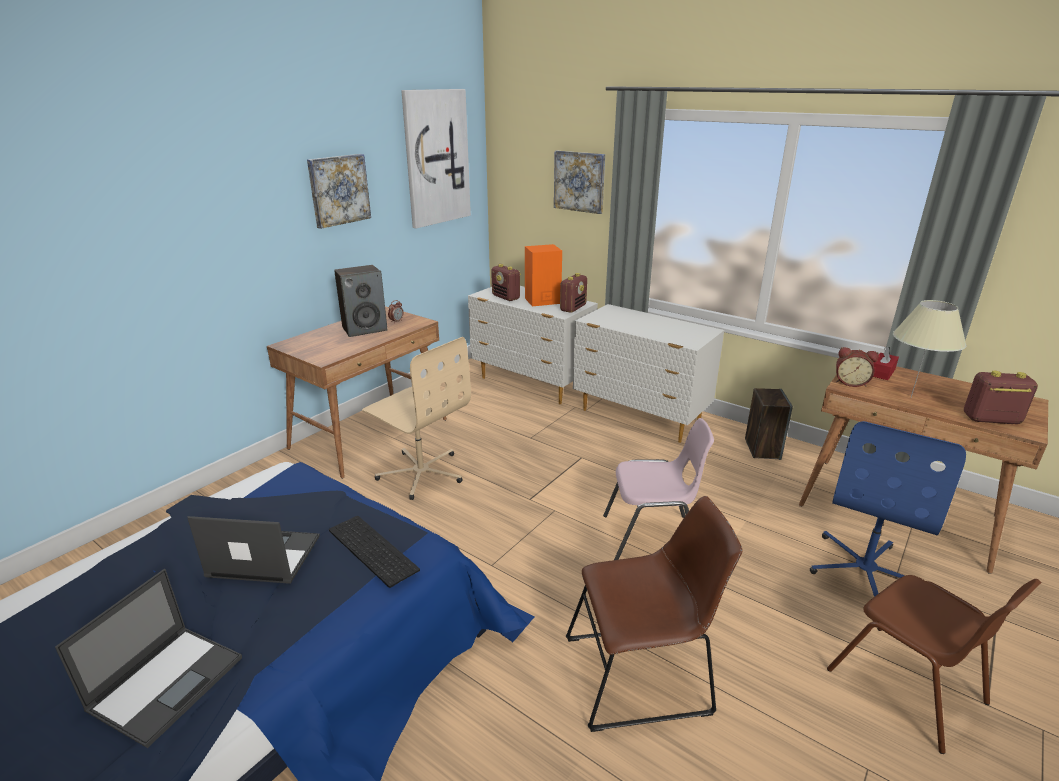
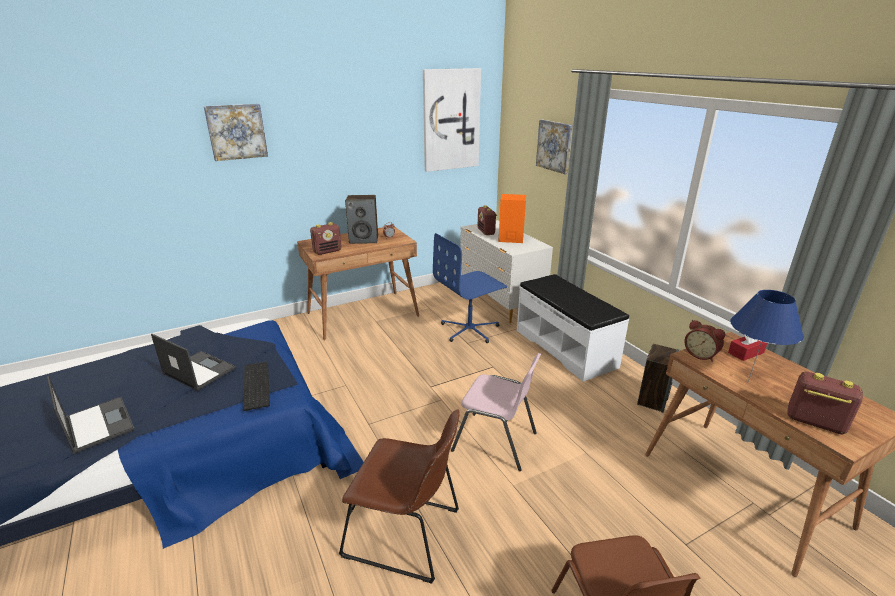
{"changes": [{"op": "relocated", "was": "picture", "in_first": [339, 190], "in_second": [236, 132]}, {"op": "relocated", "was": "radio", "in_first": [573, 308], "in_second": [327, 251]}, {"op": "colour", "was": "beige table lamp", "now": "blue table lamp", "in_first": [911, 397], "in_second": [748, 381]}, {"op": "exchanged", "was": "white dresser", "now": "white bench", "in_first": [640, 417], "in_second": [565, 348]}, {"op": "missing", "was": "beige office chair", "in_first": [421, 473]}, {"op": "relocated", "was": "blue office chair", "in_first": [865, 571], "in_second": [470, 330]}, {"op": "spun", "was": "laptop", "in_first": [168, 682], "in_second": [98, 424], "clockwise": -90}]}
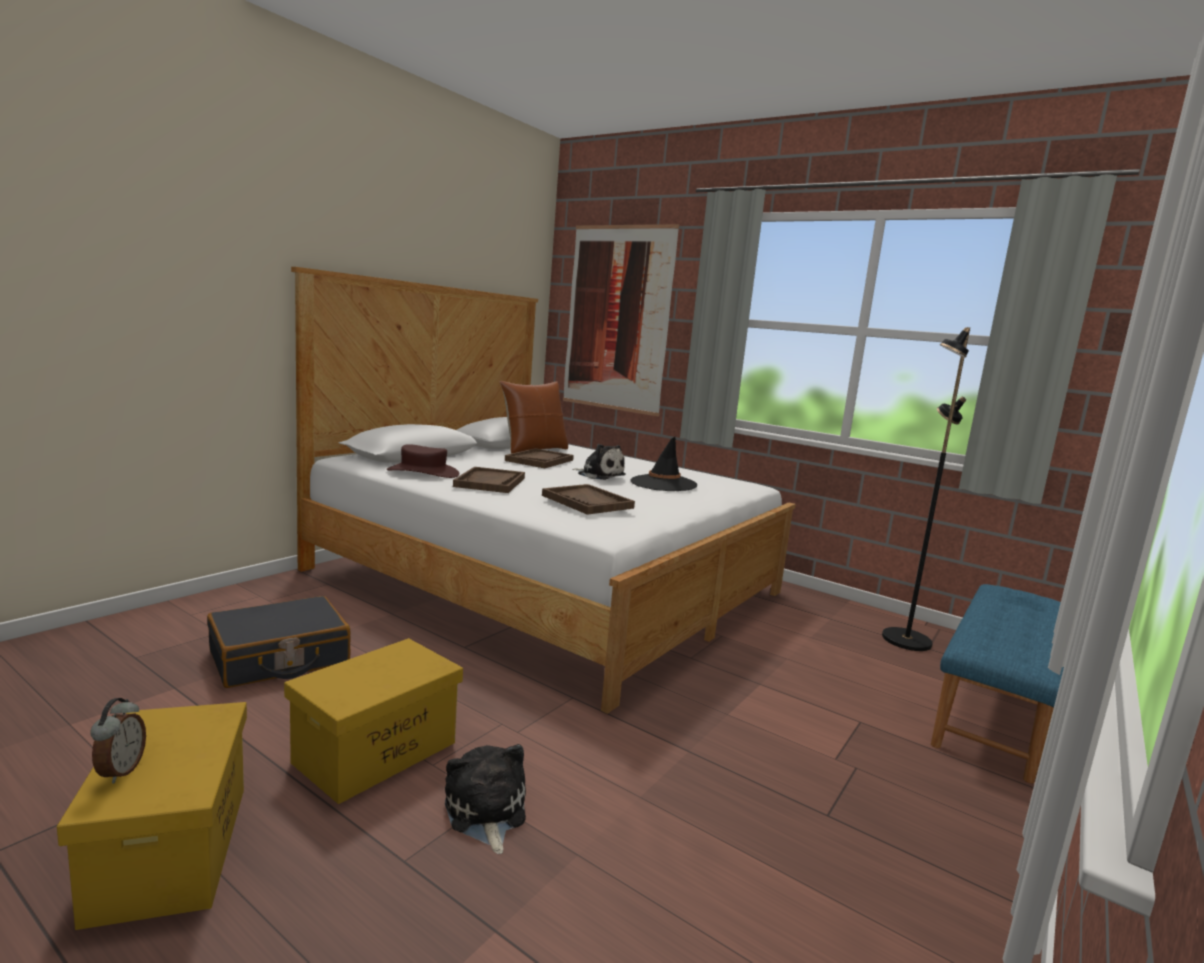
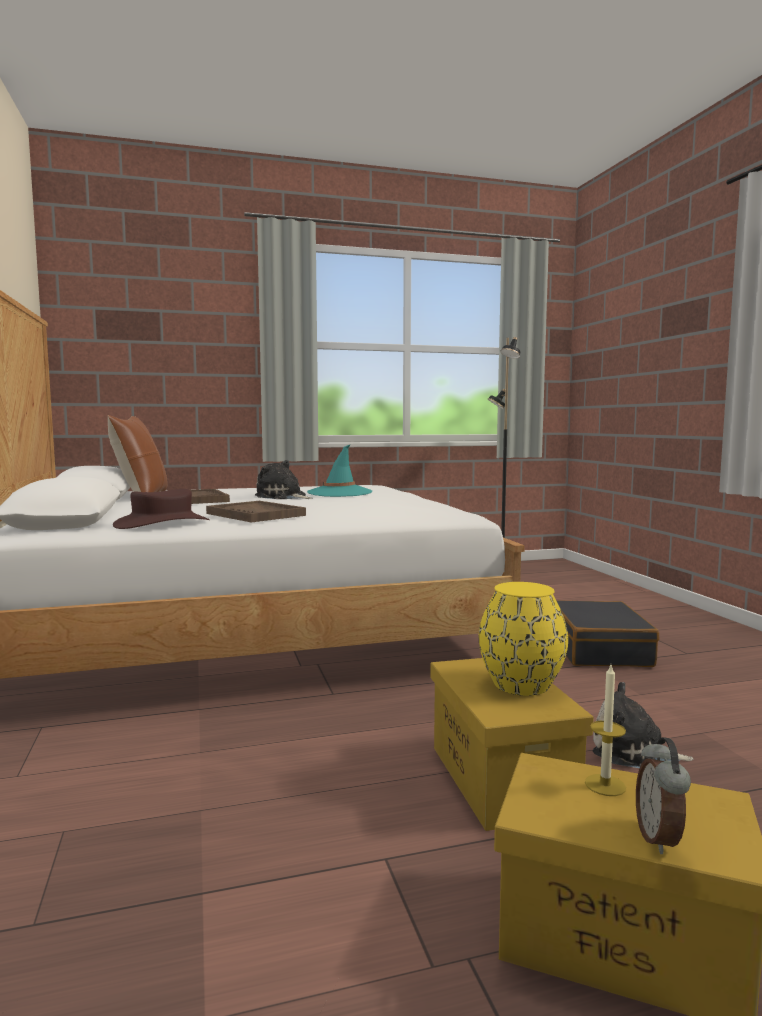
{"changes": [{"op": "missing", "was": "picture", "in_first": [617, 319]}, {"op": "colour", "was": "black hat", "now": "turquoise hat", "in_first": [663, 484], "in_second": [339, 493]}, {"op": "spun", "was": "plush toy", "in_first": [599, 475], "in_second": [283, 497], "clockwise": -135}, {"op": "missing", "was": "brown tray", "in_first": [587, 502]}, {"op": "missing", "was": "blue bench", "in_first": [997, 710]}, {"op": "relocated", "was": "black suitcase", "in_first": [279, 658], "in_second": [599, 649]}, {"op": "spun", "was": "alarm clock", "in_first": [119, 771], "in_second": [660, 838], "clockwise": -120}, {"op": "appeared", "now": "yellow vase", "in_second": [521, 685]}, {"op": "appeared", "now": "candle", "in_second": [605, 785]}]}
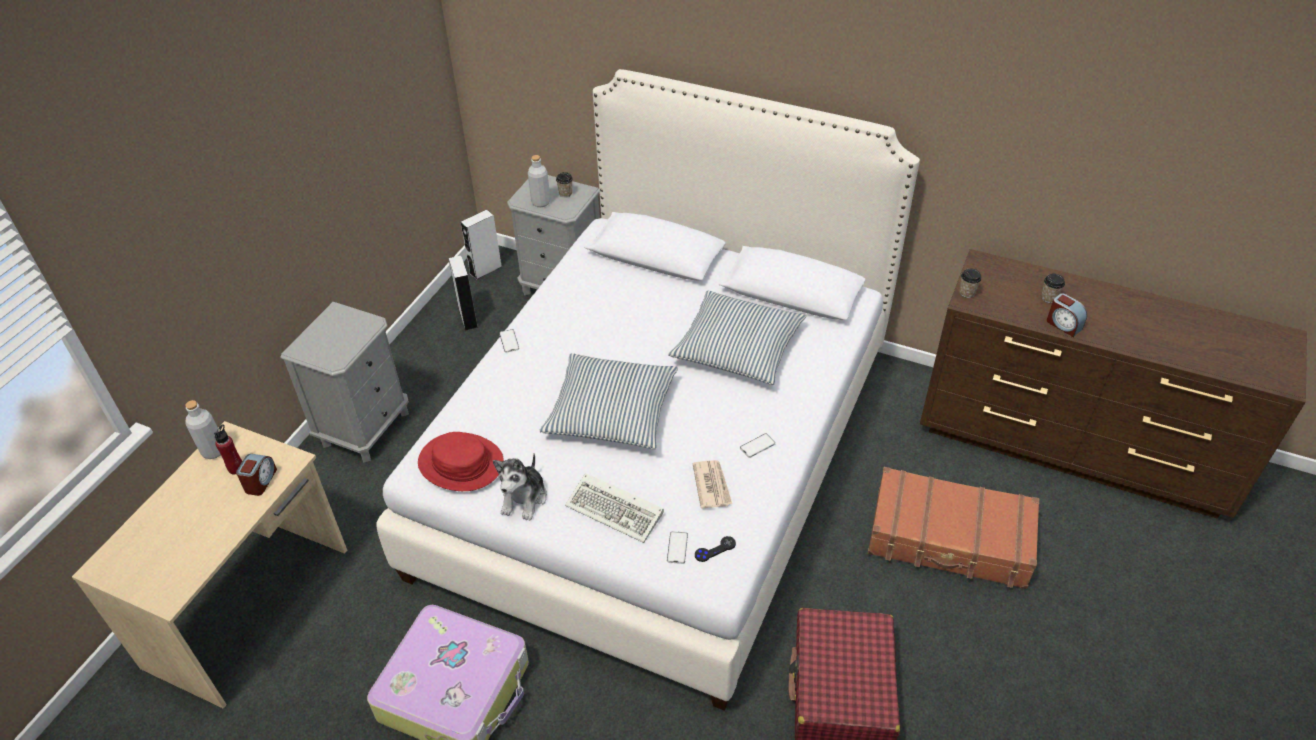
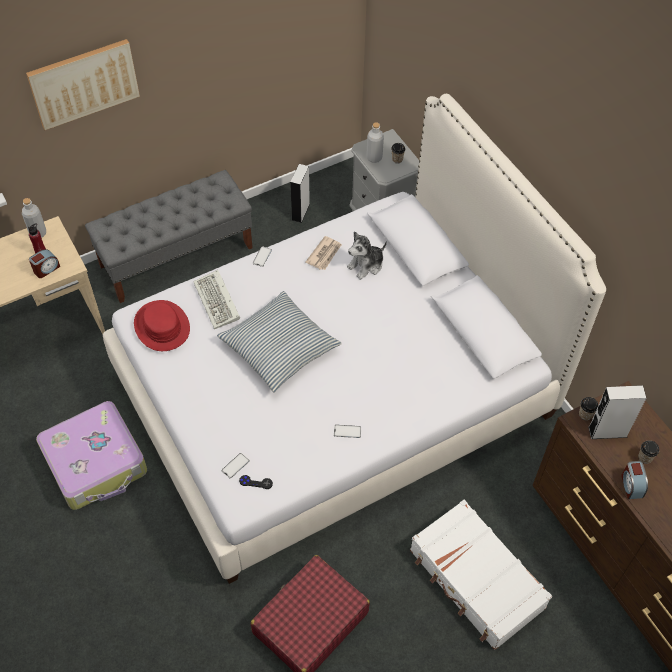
{"changes": [{"op": "relocated", "was": "grey speaker", "in_first": [485, 270], "in_second": [607, 432]}, {"op": "missing", "was": "pillow", "in_first": [737, 347]}, {"op": "exchanged", "was": "grey nightstand", "now": "grey bench", "in_first": [365, 428], "in_second": [177, 256]}, {"op": "relocated", "was": "plush toy", "in_first": [524, 498], "in_second": [366, 265]}, {"op": "relocated", "was": "newspaper", "in_first": [712, 485], "in_second": [324, 254]}, {"op": "colour", "was": "brown suitcase", "now": "white suitcase", "in_first": [949, 540], "in_second": [476, 580]}, {"op": "relocated", "was": "keyboard", "in_first": [617, 510], "in_second": [218, 302]}, {"op": "appeared", "now": "picture", "in_second": [84, 83]}]}
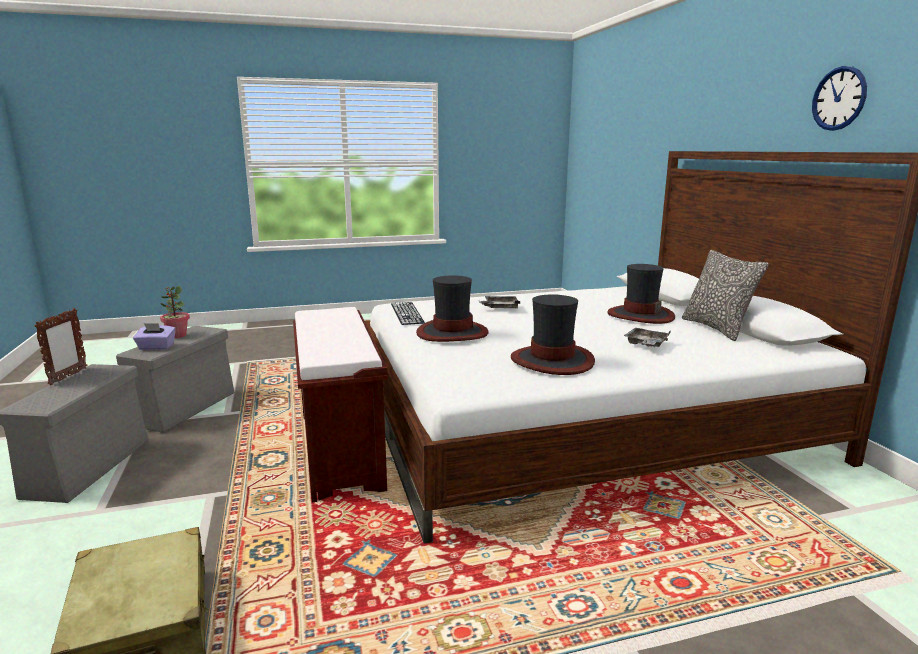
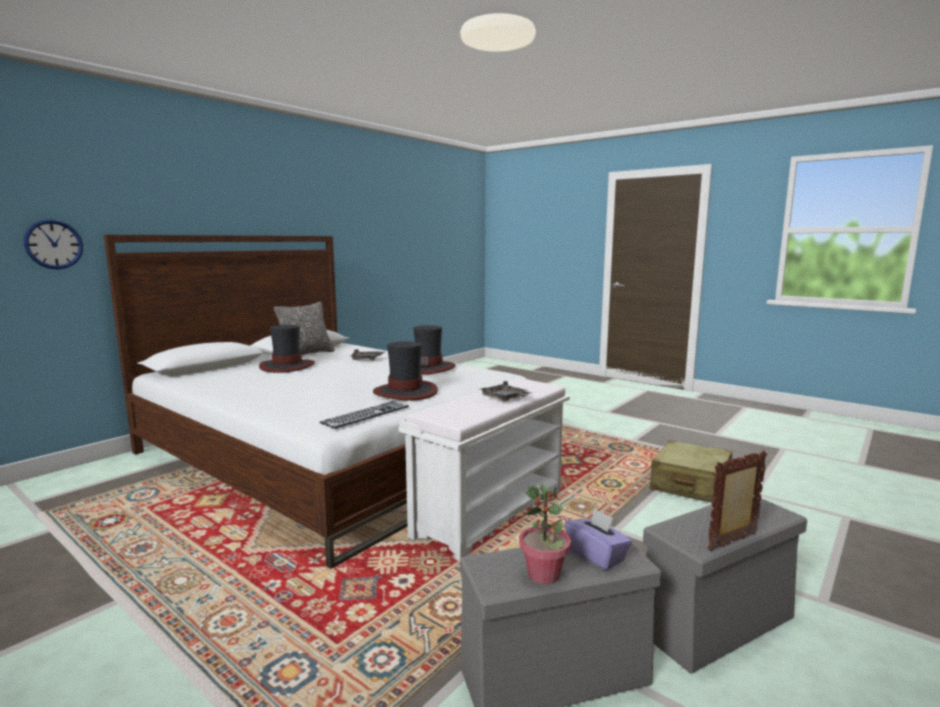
{"changes": [{"op": "relocated", "was": "wall clock", "in_first": [839, 98], "in_second": [54, 244]}, {"op": "relocated", "was": "grey tray", "in_first": [500, 307], "in_second": [505, 398]}, {"op": "colour", "was": "brown bench", "now": "white bench", "in_first": [341, 450], "in_second": [491, 512]}]}
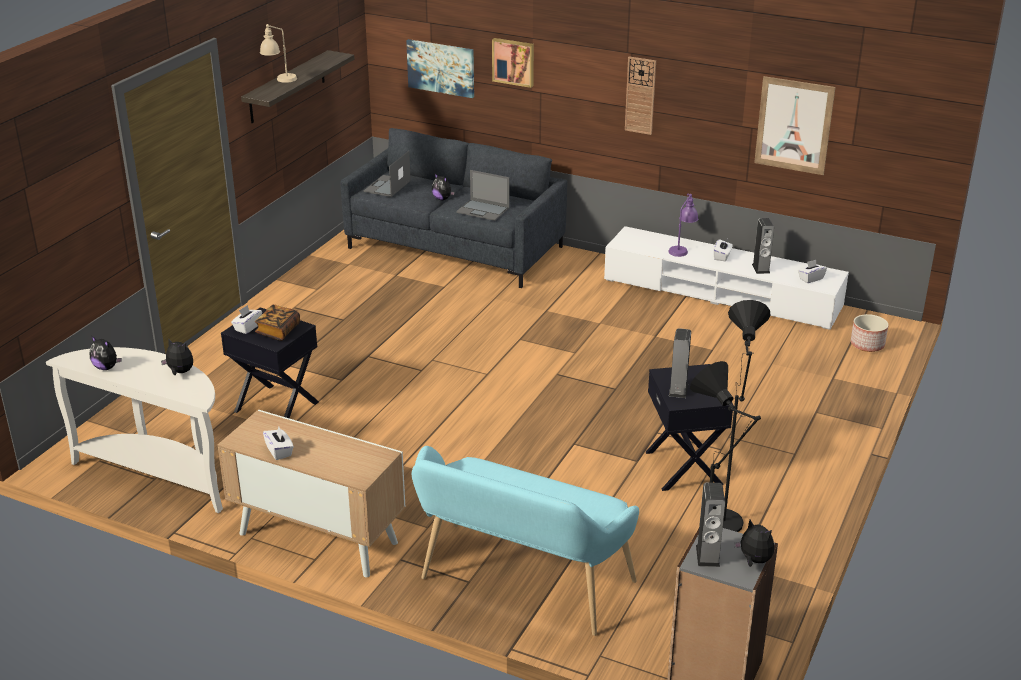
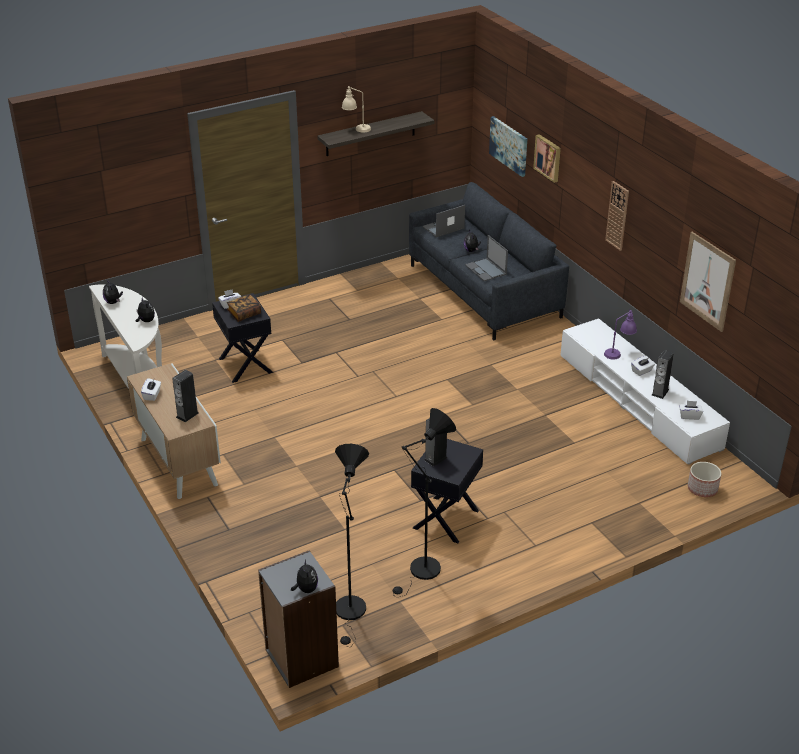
{"changes": [{"op": "missing", "was": "turquoise bench", "in_first": [520, 585]}, {"op": "relocated", "was": "speaker", "in_first": [707, 556], "in_second": [187, 415]}]}
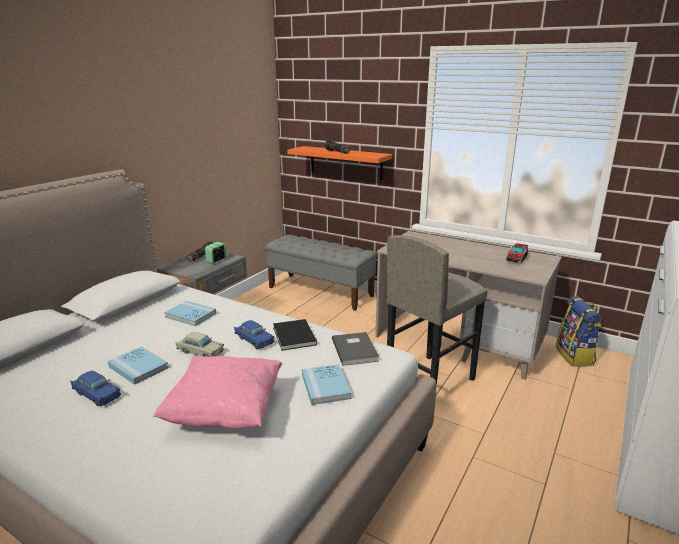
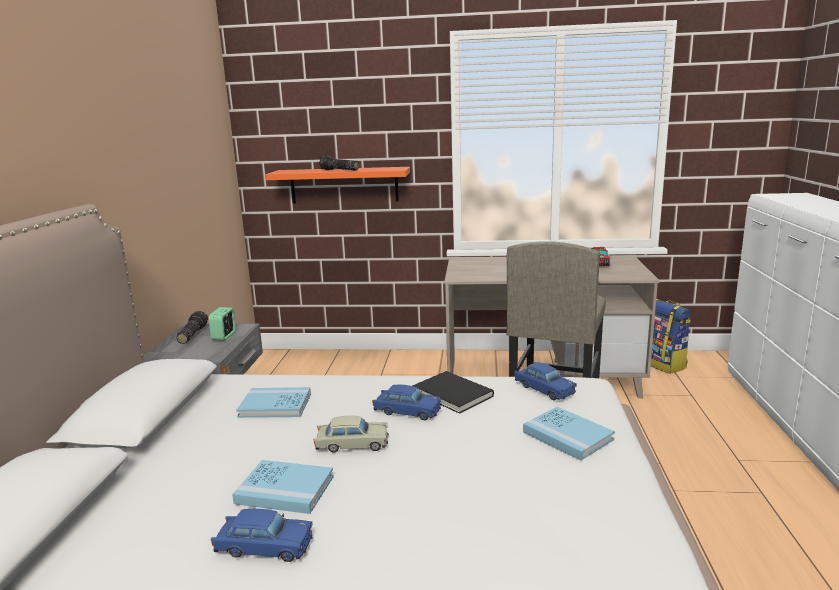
{"changes": [{"op": "missing", "was": "grey bench", "in_first": [321, 291]}, {"op": "exchanged", "was": "grey book", "now": "blue toy car", "in_first": [355, 349], "in_second": [544, 389]}, {"op": "missing", "was": "pink pillow", "in_first": [225, 413]}]}
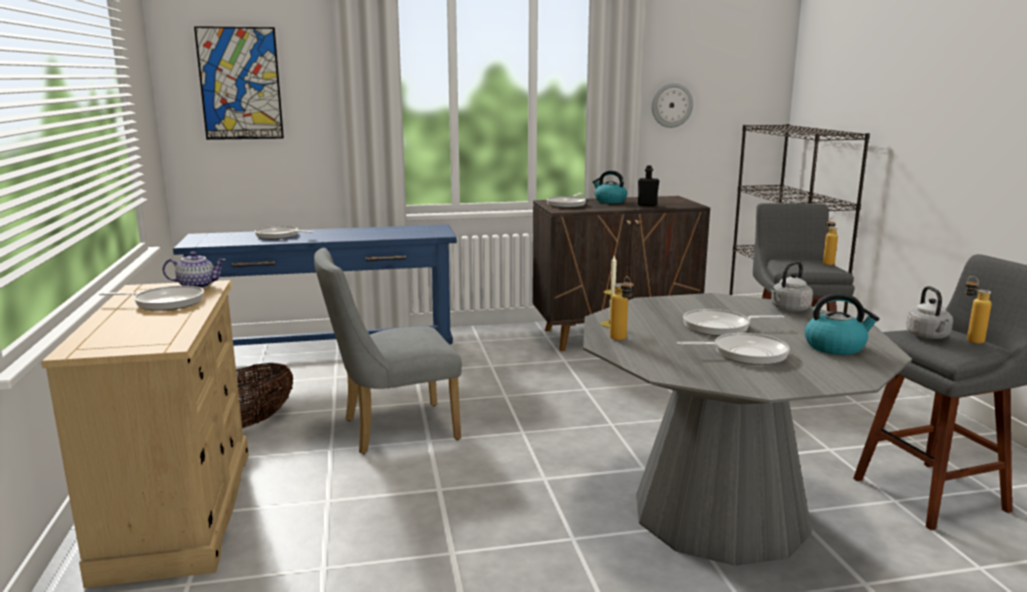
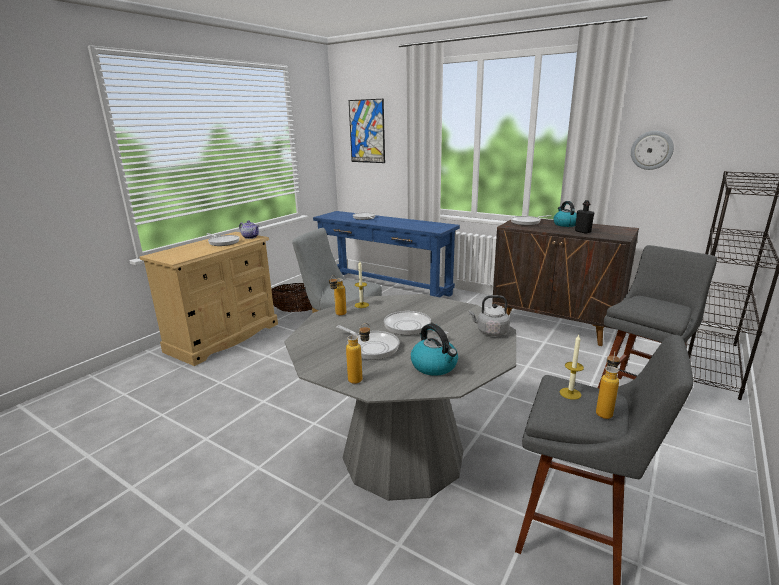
{"changes": [{"op": "relocated", "was": "bottle", "in_first": [827, 263], "in_second": [360, 378]}, {"op": "exchanged", "was": "grey kettle", "now": "candle", "in_first": [928, 336], "in_second": [570, 393]}]}
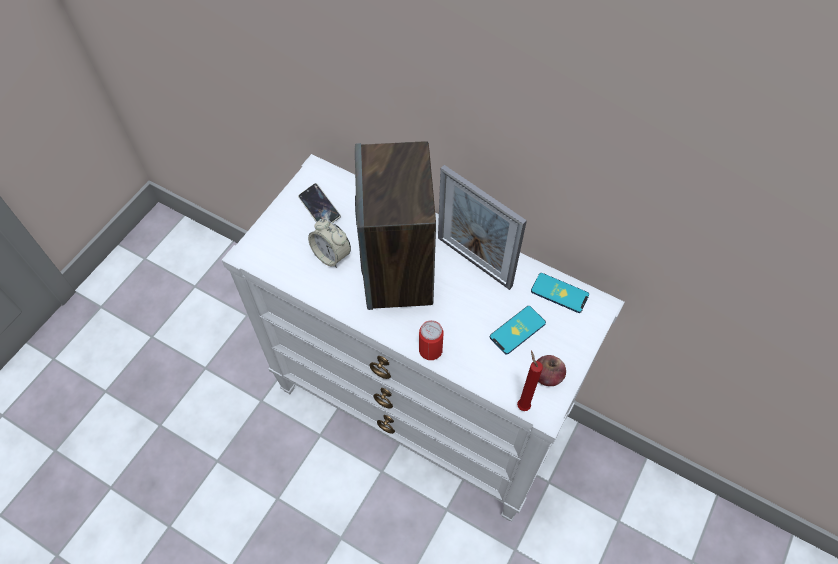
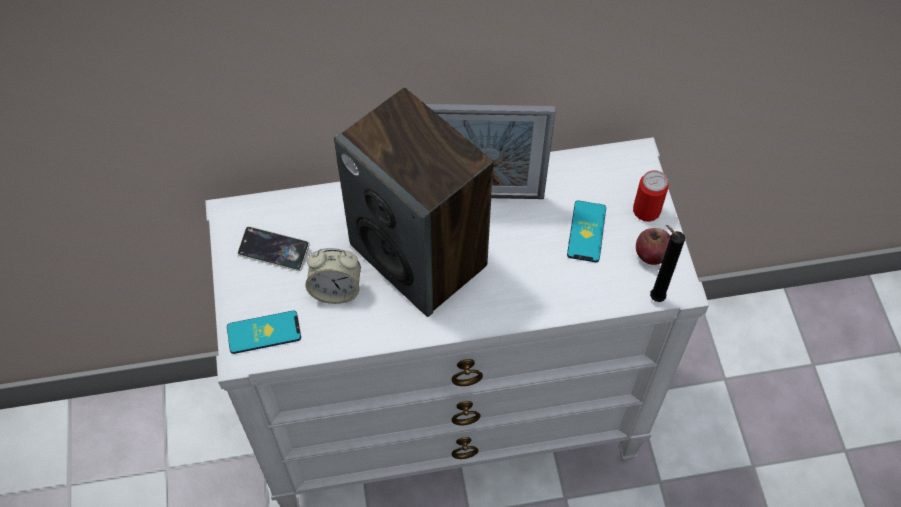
{"changes": [{"op": "relocated", "was": "phone", "in_first": [559, 293], "in_second": [264, 332]}, {"op": "relocated", "was": "can", "in_first": [430, 350], "in_second": [646, 210]}, {"op": "colour", "was": "red candle", "now": "black candle", "in_first": [522, 404], "in_second": [654, 297]}]}
